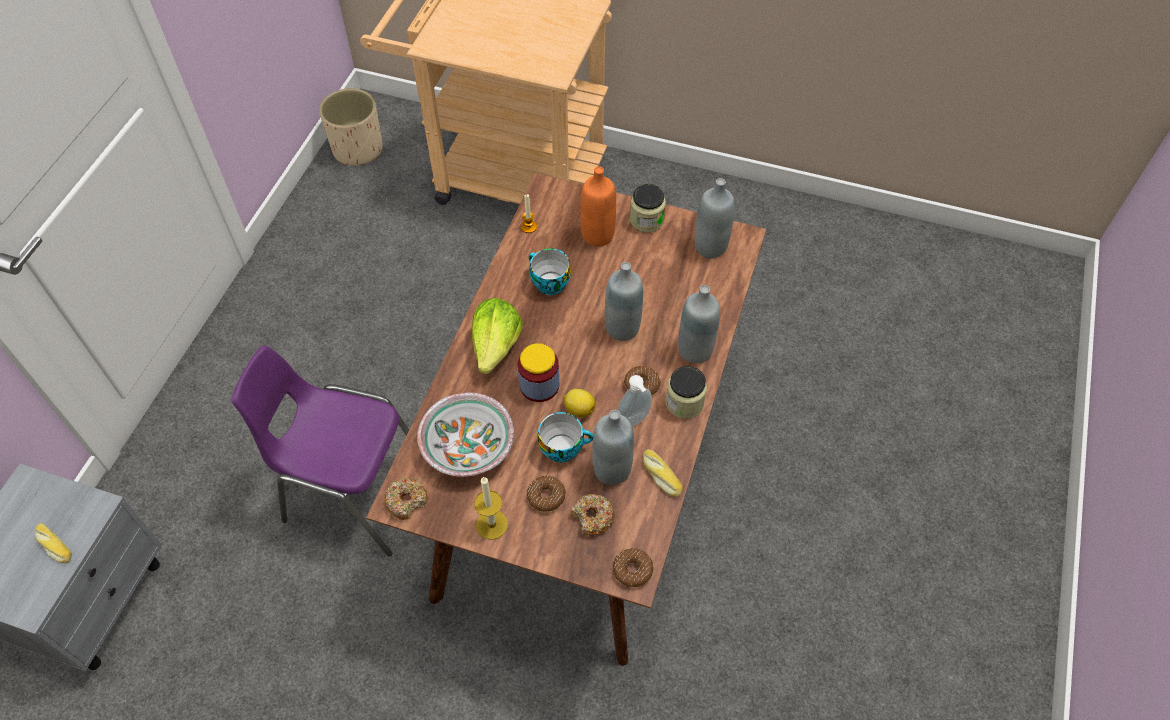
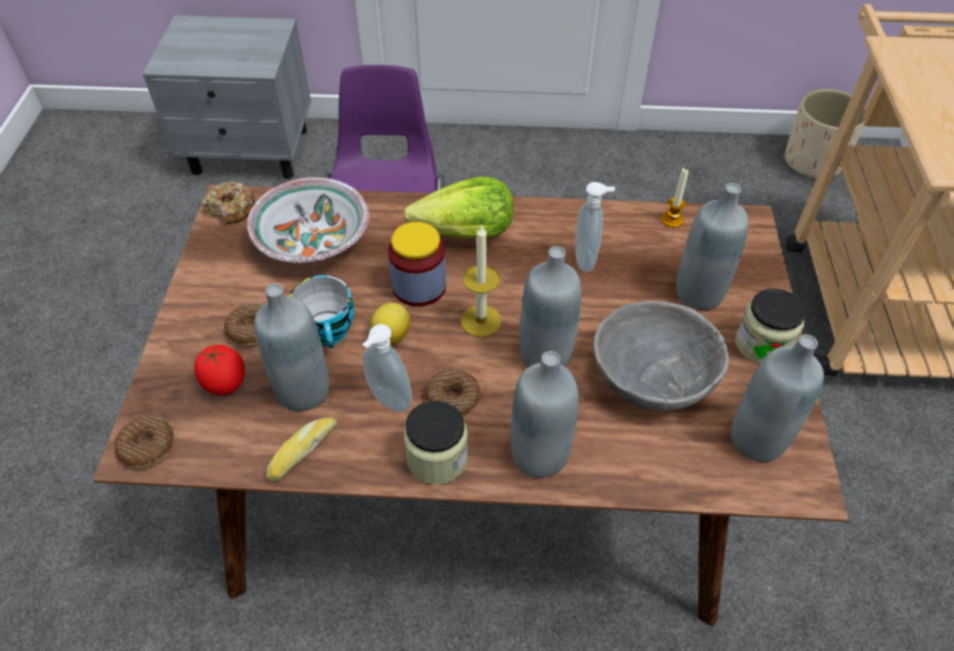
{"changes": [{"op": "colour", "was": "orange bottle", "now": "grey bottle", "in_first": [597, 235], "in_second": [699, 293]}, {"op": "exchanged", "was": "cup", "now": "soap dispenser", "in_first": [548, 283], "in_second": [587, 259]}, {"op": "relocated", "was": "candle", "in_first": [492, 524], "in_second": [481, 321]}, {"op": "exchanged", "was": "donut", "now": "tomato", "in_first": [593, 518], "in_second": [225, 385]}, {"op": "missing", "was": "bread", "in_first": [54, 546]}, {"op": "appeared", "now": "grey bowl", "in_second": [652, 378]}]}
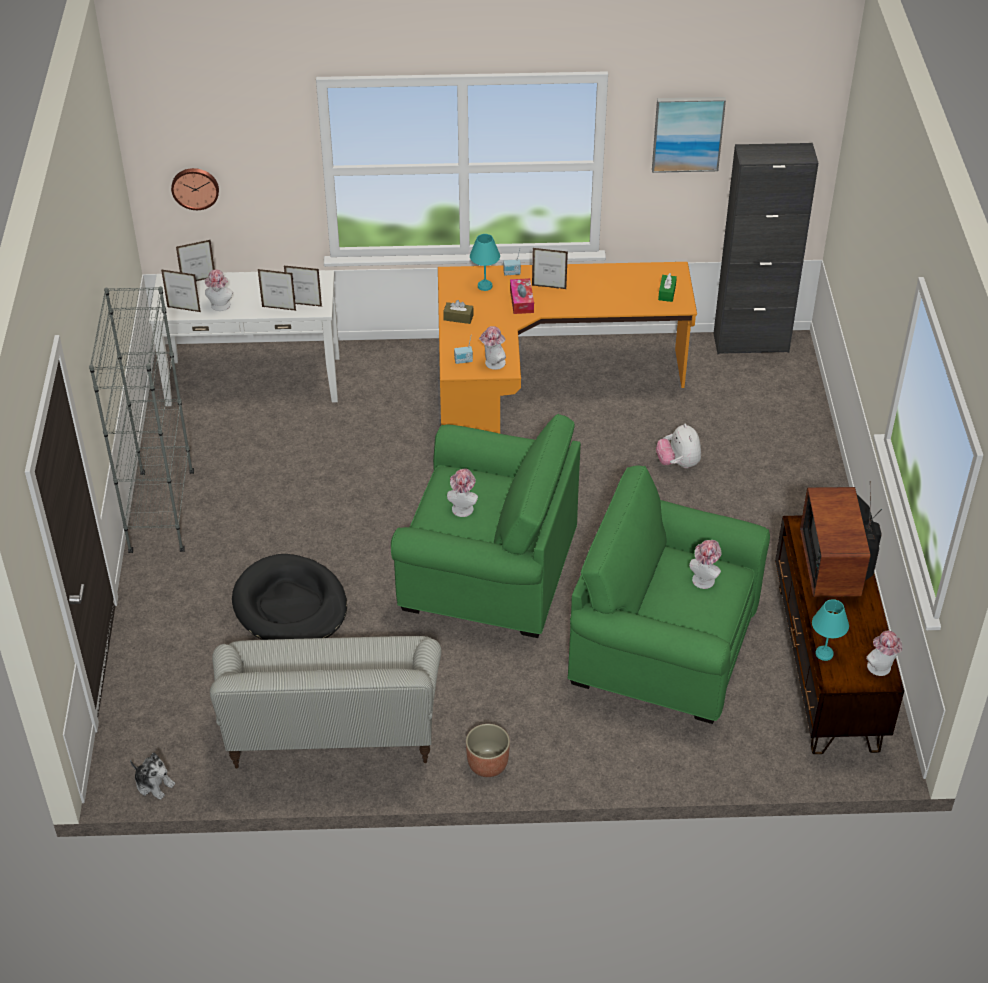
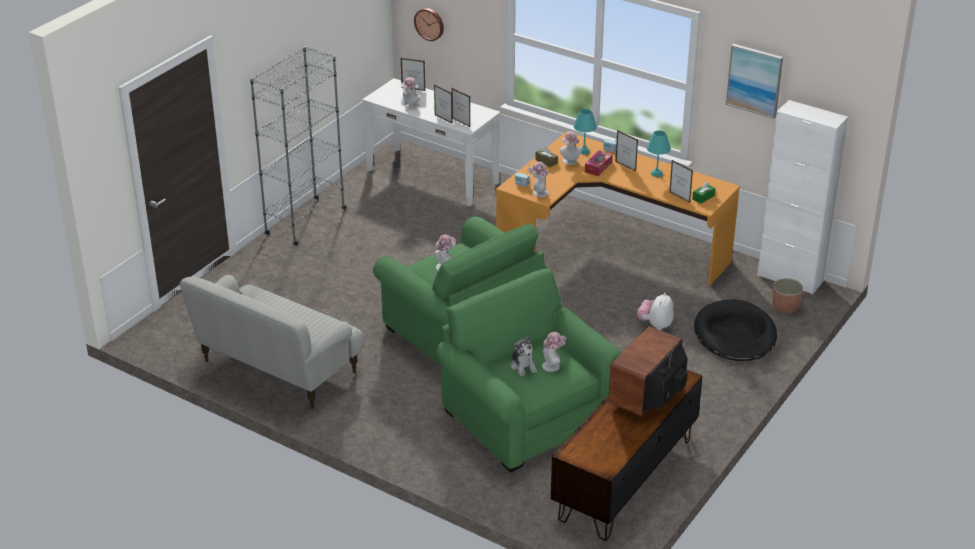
{"changes": [{"op": "colour", "was": "black cabinet", "now": "white cabinet", "in_first": [751, 343], "in_second": [790, 278]}, {"op": "relocated", "was": "picture frame", "in_first": [184, 309], "in_second": [679, 197]}, {"op": "relocated", "was": "black dog bed", "in_first": [290, 606], "in_second": [735, 335]}, {"op": "relocated", "was": "turquoise table lamp", "in_first": [824, 653], "in_second": [657, 173]}, {"op": "relocated", "was": "hat", "in_first": [881, 669], "in_second": [570, 162]}, {"op": "relocated", "was": "planter", "in_first": [487, 764], "in_second": [785, 307]}, {"op": "relocated", "was": "plush toy", "in_first": [154, 784], "in_second": [523, 366]}]}
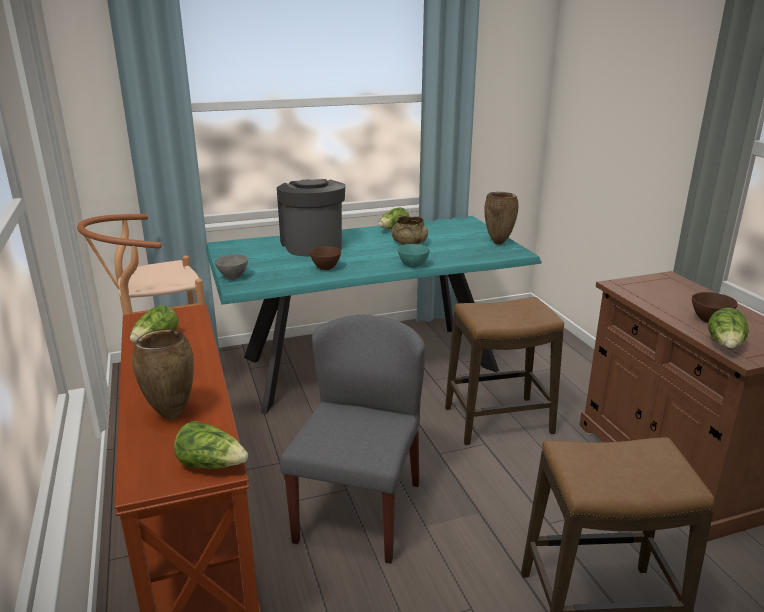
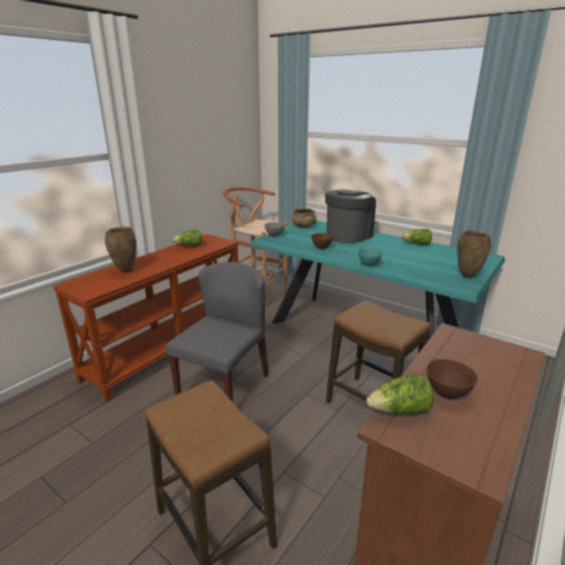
{"changes": [{"op": "relocated", "was": "beige bowl", "in_first": [409, 244], "in_second": [304, 226]}, {"op": "spun", "was": "grey chair", "in_first": [359, 510], "in_second": [224, 387], "clockwise": -45}, {"op": "missing", "was": "lettuce", "in_first": [212, 464]}]}
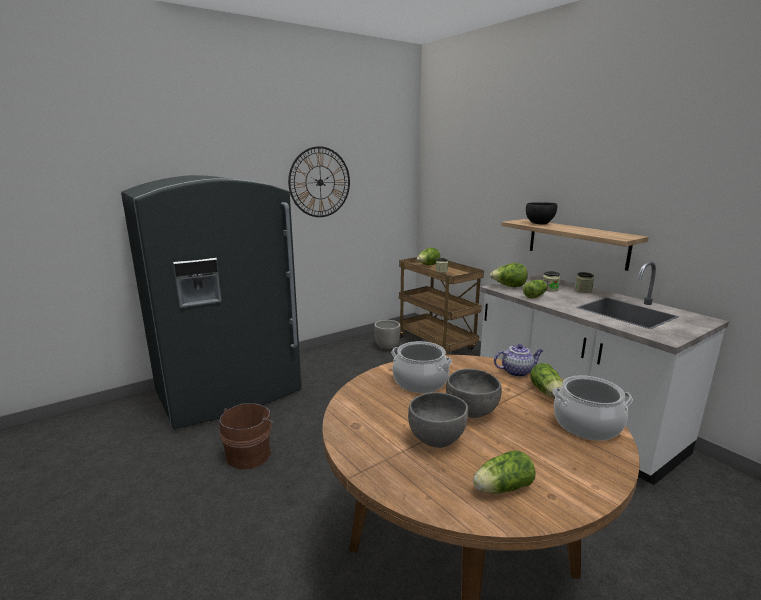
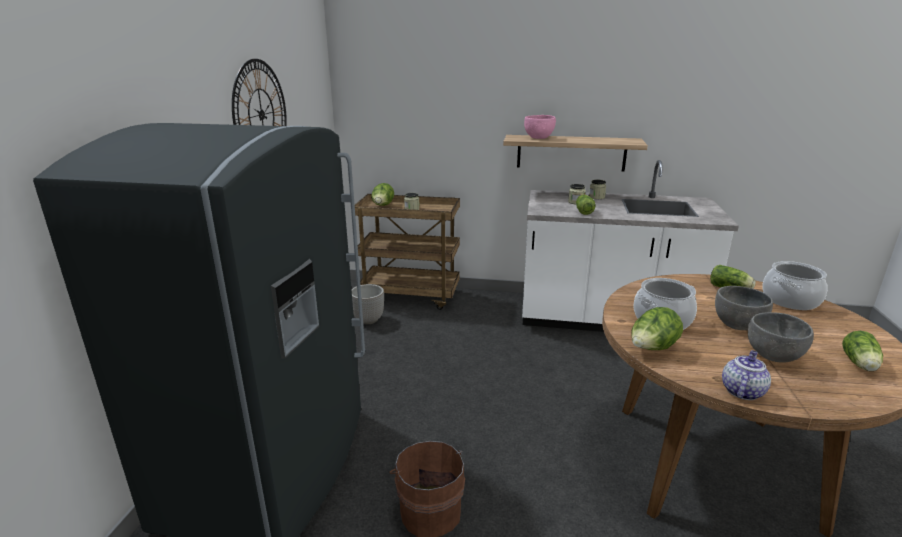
{"changes": [{"op": "colour", "was": "black bowl", "now": "pink bowl", "in_first": [539, 223], "in_second": [538, 138]}, {"op": "relocated", "was": "lettuce", "in_first": [508, 287], "in_second": [652, 349]}, {"op": "relocated", "was": "teapot", "in_first": [517, 372], "in_second": [742, 391]}]}
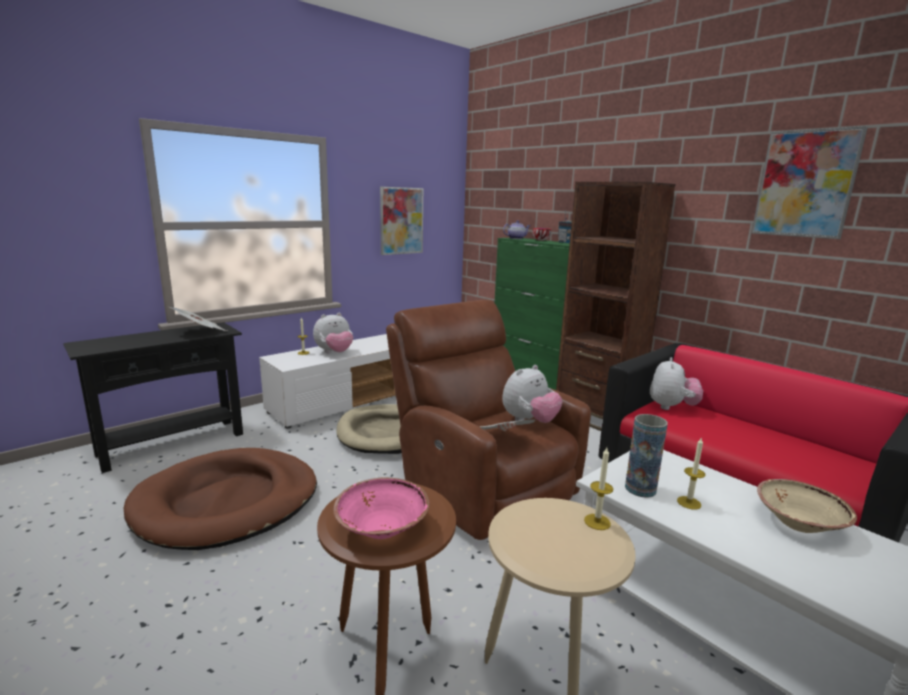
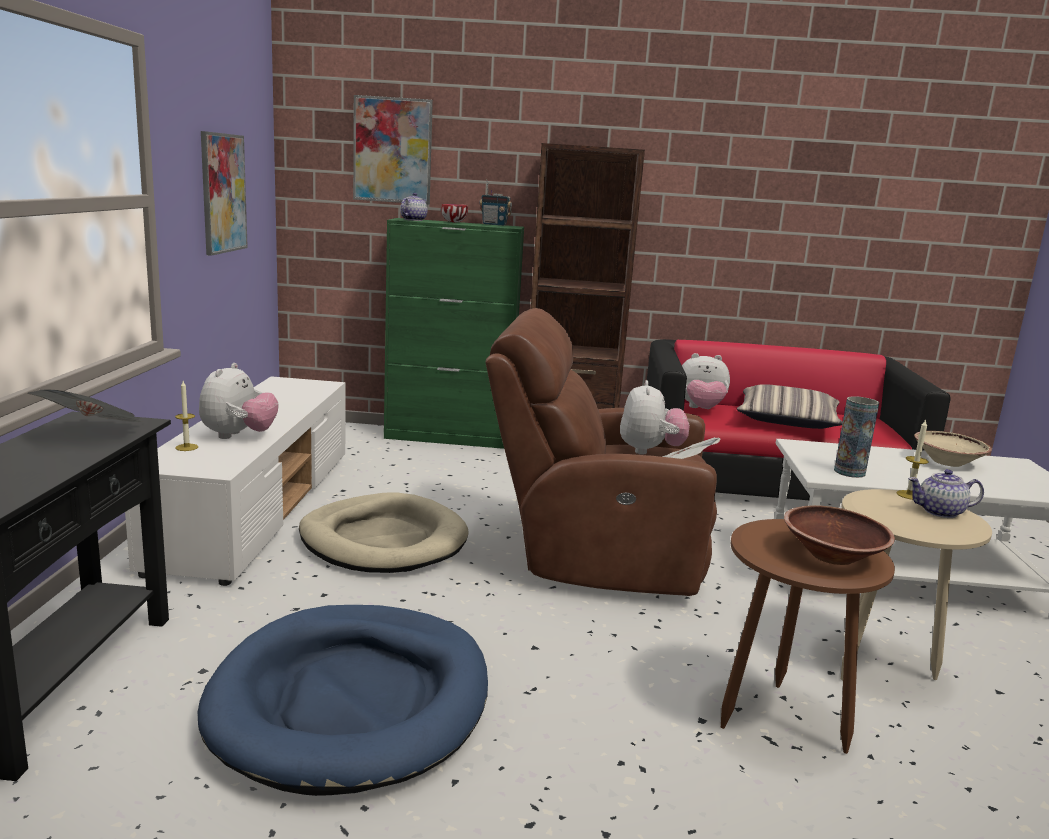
{"changes": [{"op": "relocated", "was": "picture", "in_first": [805, 184], "in_second": [392, 150]}, {"op": "spun", "was": "plush toy", "in_first": [672, 407], "in_second": [701, 409], "clockwise": 120}, {"op": "missing", "was": "candle", "in_first": [689, 502]}, {"op": "colour", "was": "brown dog bed", "now": "blue dog bed", "in_first": [228, 502], "in_second": [352, 701]}, {"op": "colour", "was": "pink bowl", "now": "brown bowl", "in_first": [382, 527], "in_second": [832, 555]}, {"op": "appeared", "now": "pillow", "in_second": [787, 420]}, {"op": "appeared", "now": "teapot", "in_second": [940, 512]}]}
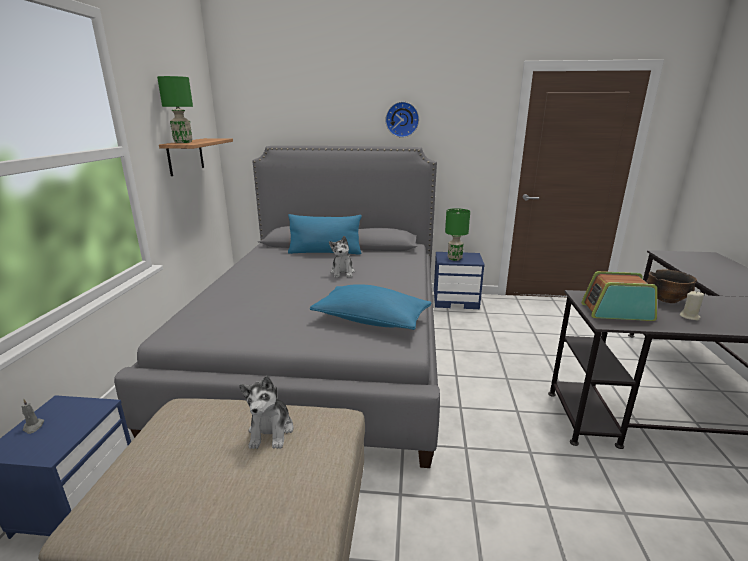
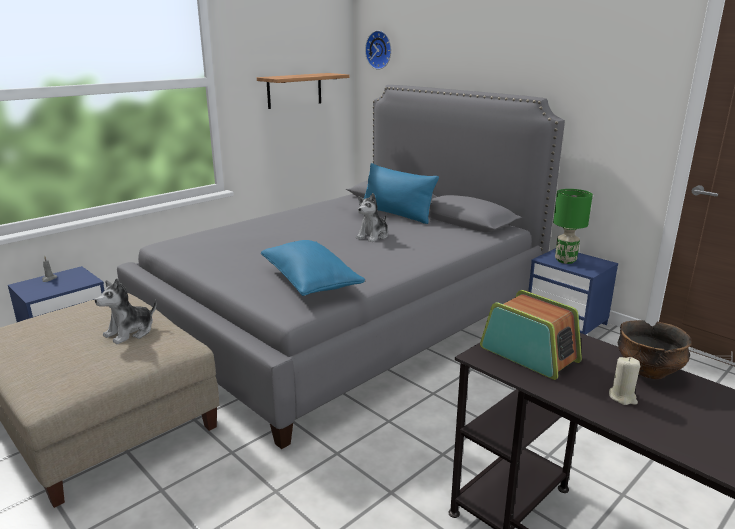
{"changes": [{"op": "missing", "was": "green table lamp", "in_first": [183, 142]}, {"op": "relocated", "was": "wall clock", "in_first": [402, 119], "in_second": [380, 50]}]}
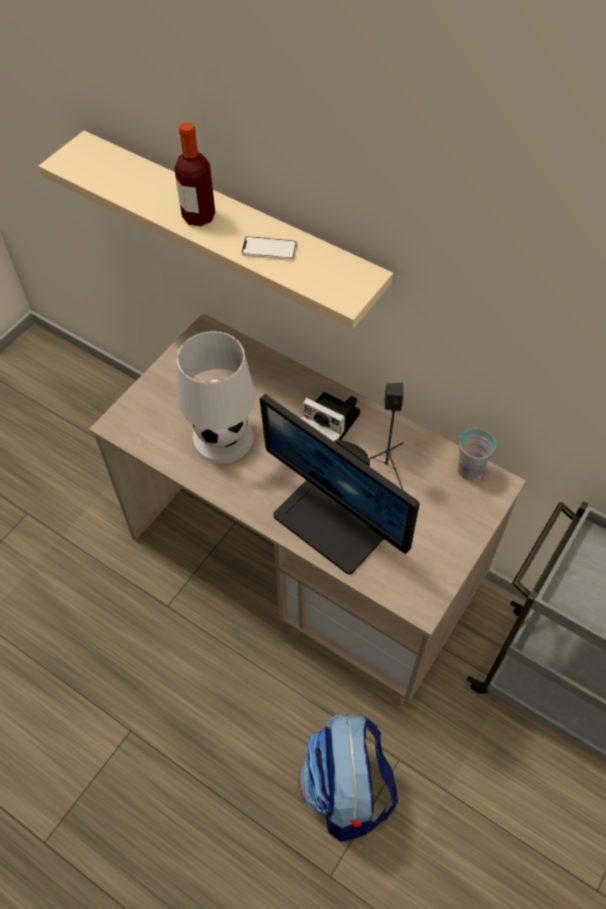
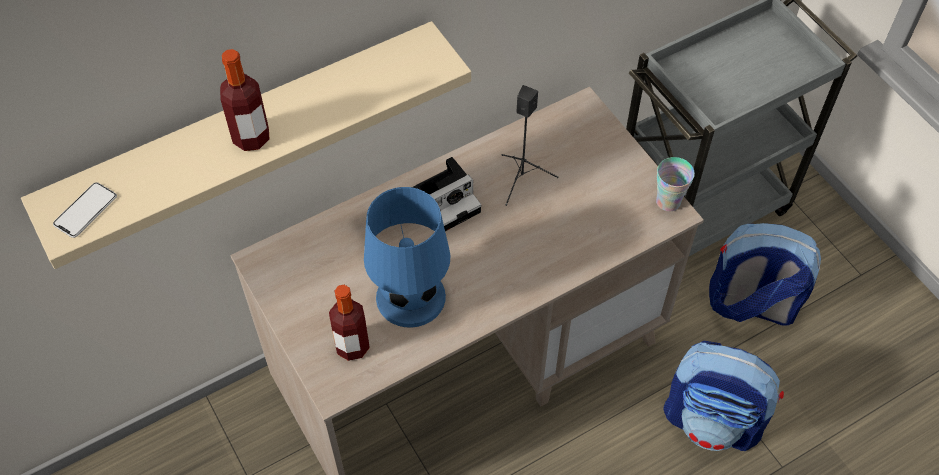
{"changes": [{"op": "relocated", "was": "phone", "in_first": [269, 249], "in_second": [85, 211]}, {"op": "colour", "was": "white table lamp", "now": "blue table lamp", "in_first": [221, 437], "in_second": [410, 297]}, {"op": "missing", "was": "monitor", "in_first": [333, 522]}, {"op": "relocated", "was": "cup", "in_first": [469, 470], "in_second": [668, 201]}, {"op": "appeared", "now": "backpack", "in_second": [751, 304]}, {"op": "appeared", "now": "bottle", "in_second": [352, 346]}]}
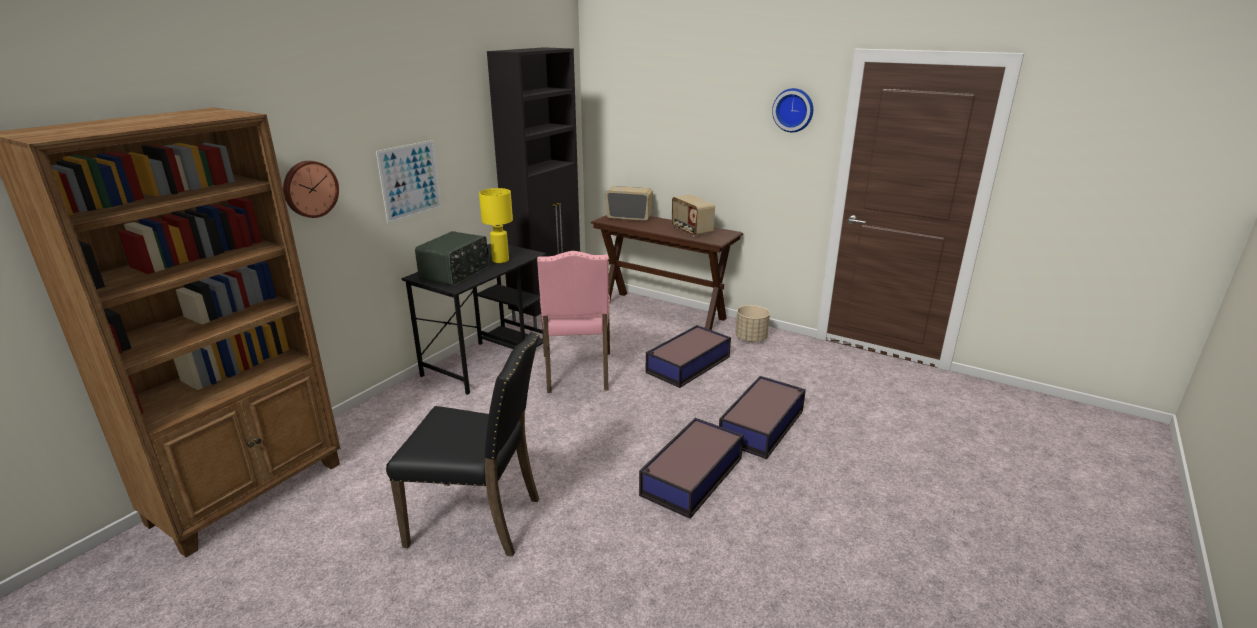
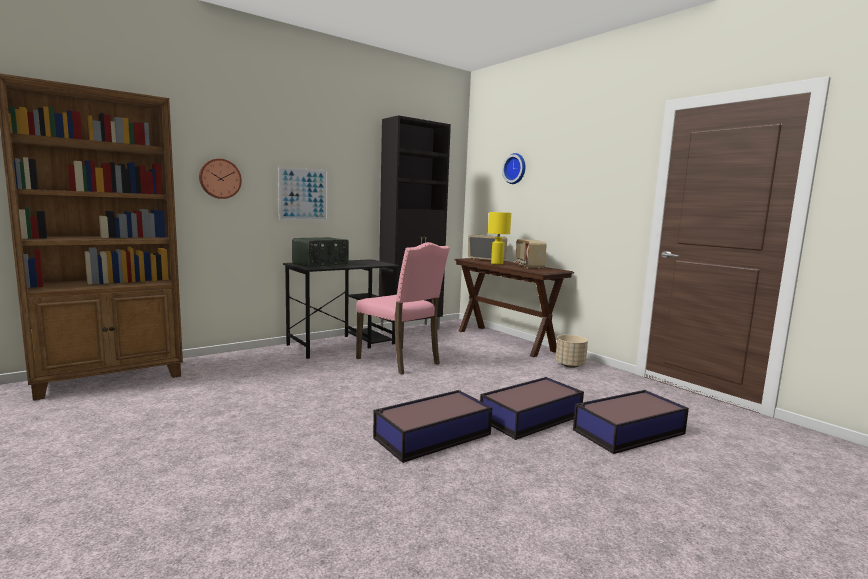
{"changes": [{"op": "relocated", "was": "wall clock", "in_first": [793, 110], "in_second": [515, 169]}, {"op": "relocated", "was": "yellow table lamp", "in_first": [500, 260], "in_second": [497, 264]}, {"op": "spun", "was": "pink chair", "in_first": [577, 373], "in_second": [400, 361], "clockwise": -60}, {"op": "relocated", "was": "storage box", "in_first": [687, 365], "in_second": [627, 432]}, {"op": "missing", "was": "black chair", "in_first": [478, 519]}]}
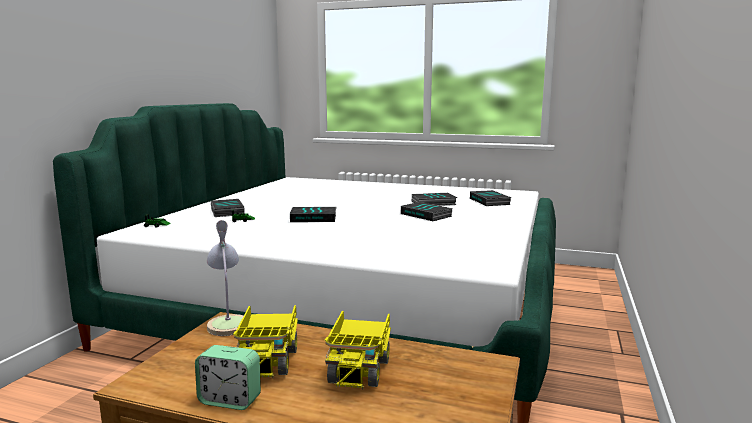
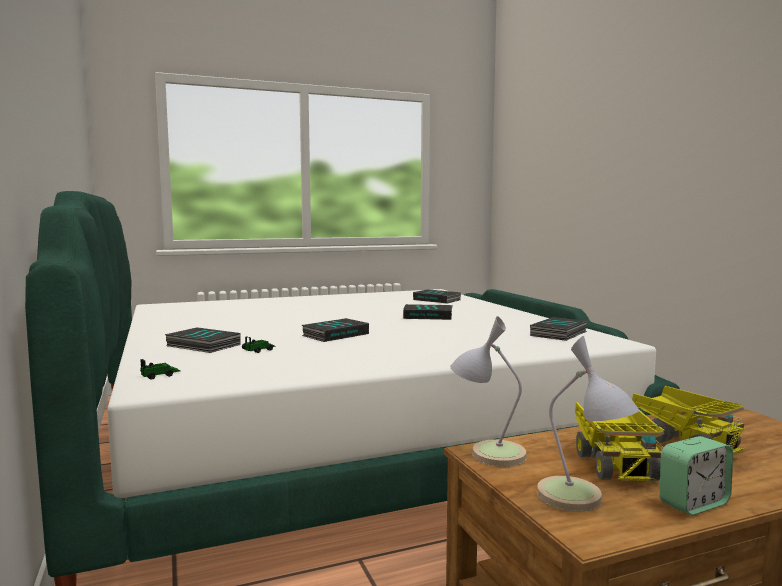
{"changes": [{"op": "relocated", "was": "book", "in_first": [433, 203], "in_second": [559, 334]}, {"op": "spun", "was": "toy truck", "in_first": [269, 359], "in_second": [616, 464], "clockwise": 45}, {"op": "appeared", "now": "table lamp", "in_second": [582, 500]}]}
